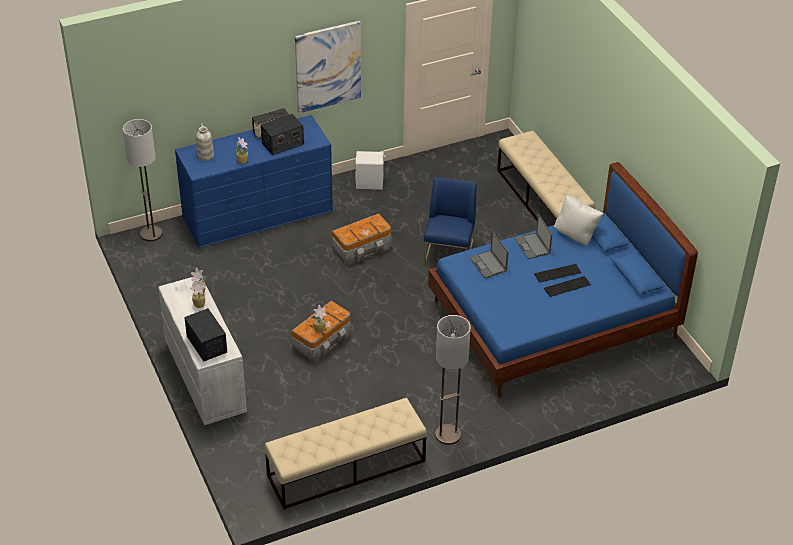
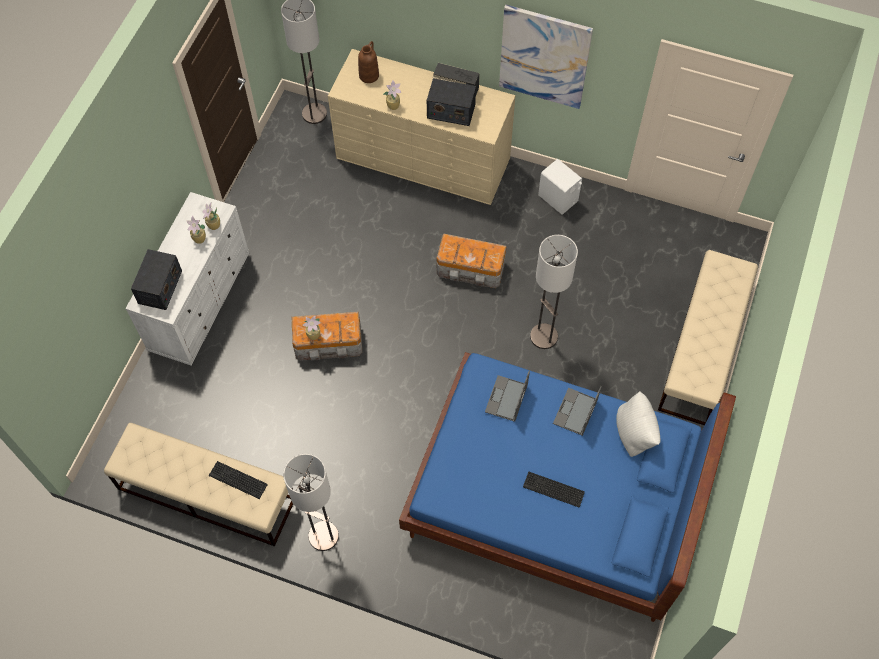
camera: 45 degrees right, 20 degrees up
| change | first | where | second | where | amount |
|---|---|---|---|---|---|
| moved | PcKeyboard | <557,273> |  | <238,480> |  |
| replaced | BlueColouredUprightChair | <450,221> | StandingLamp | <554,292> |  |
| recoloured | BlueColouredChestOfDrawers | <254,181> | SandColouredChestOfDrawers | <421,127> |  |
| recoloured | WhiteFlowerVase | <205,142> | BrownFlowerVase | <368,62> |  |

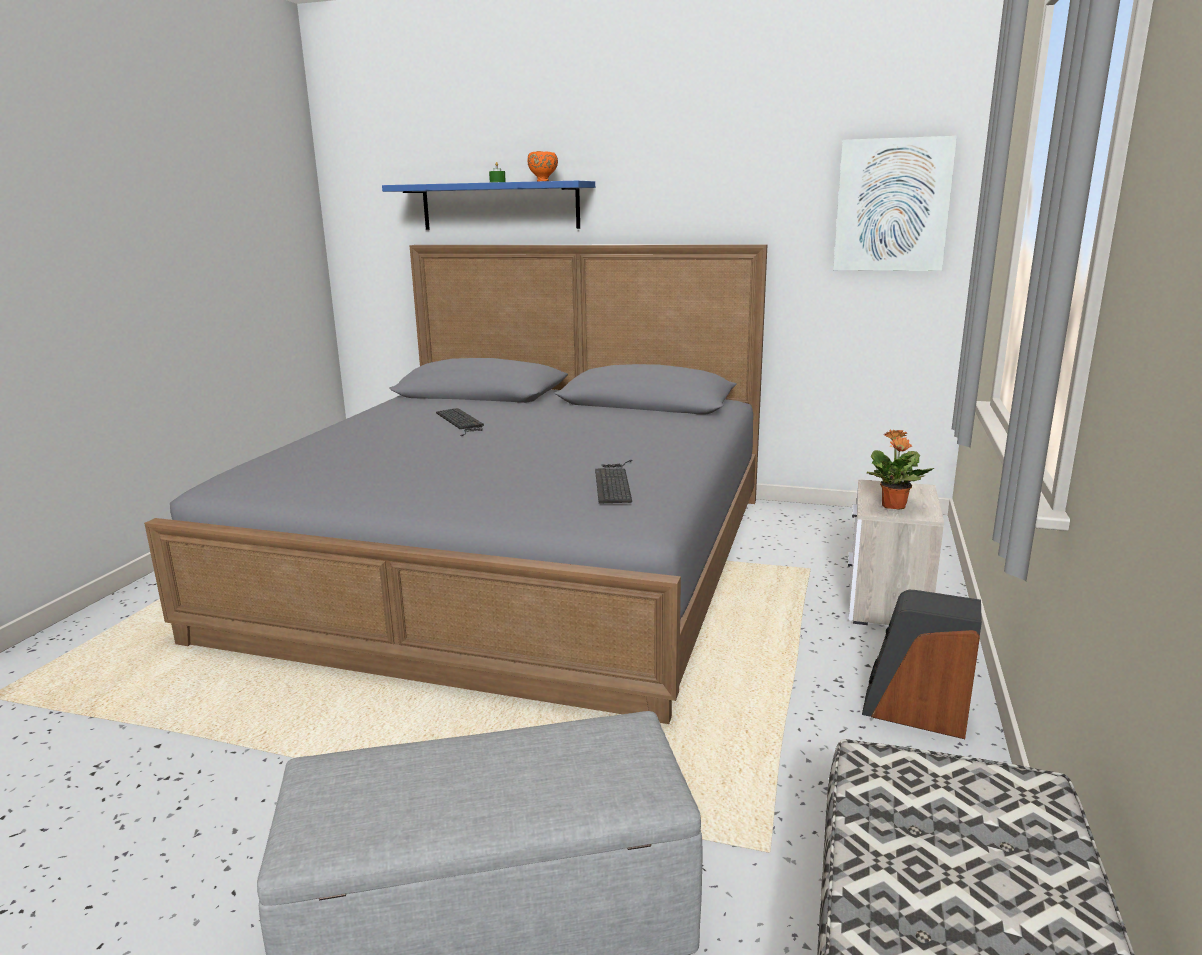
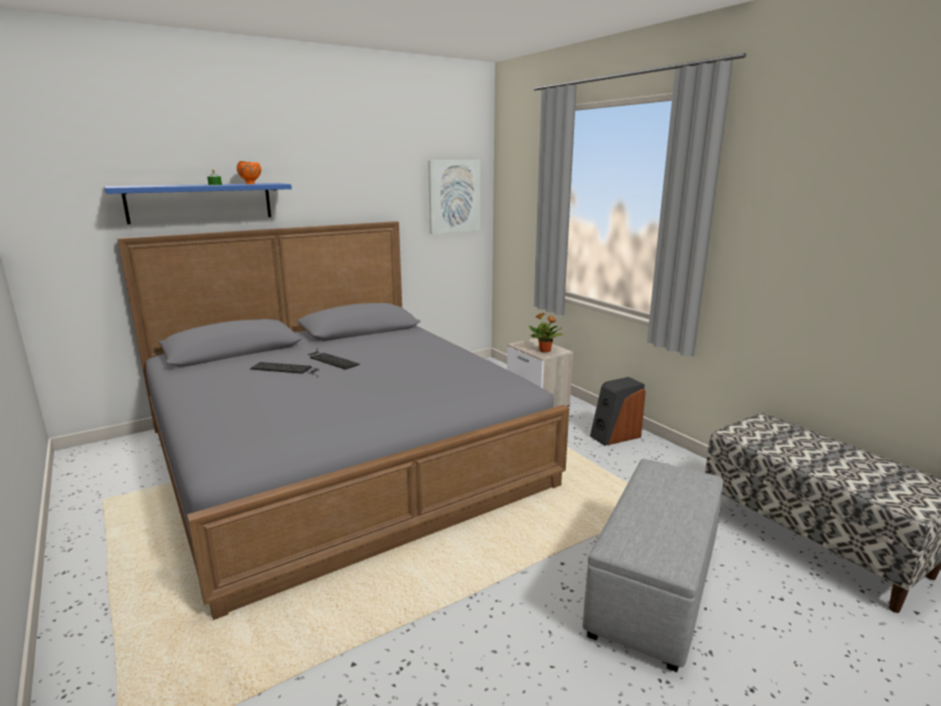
camera: 50 degrees left, 0 degrees up
| change | first | where | second | where | amount |
|---|---|---|---|---|---|
| moved | PcKeyboard | <614,482> |  | <333,359> |  |

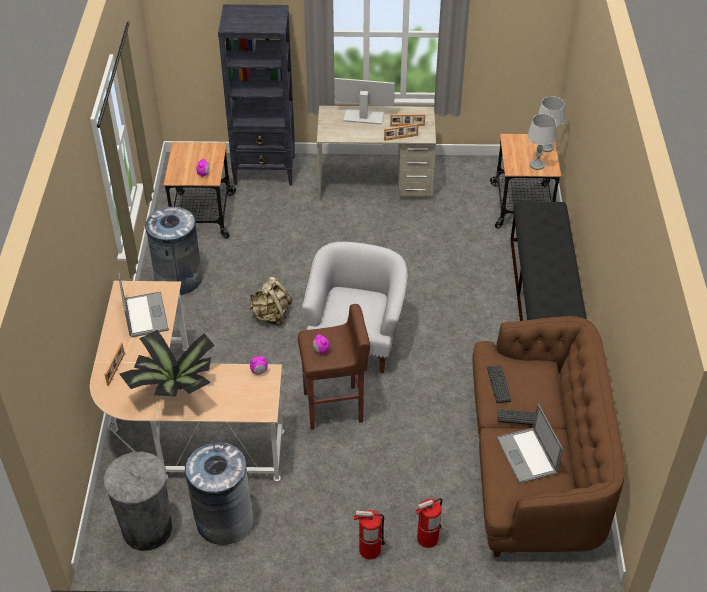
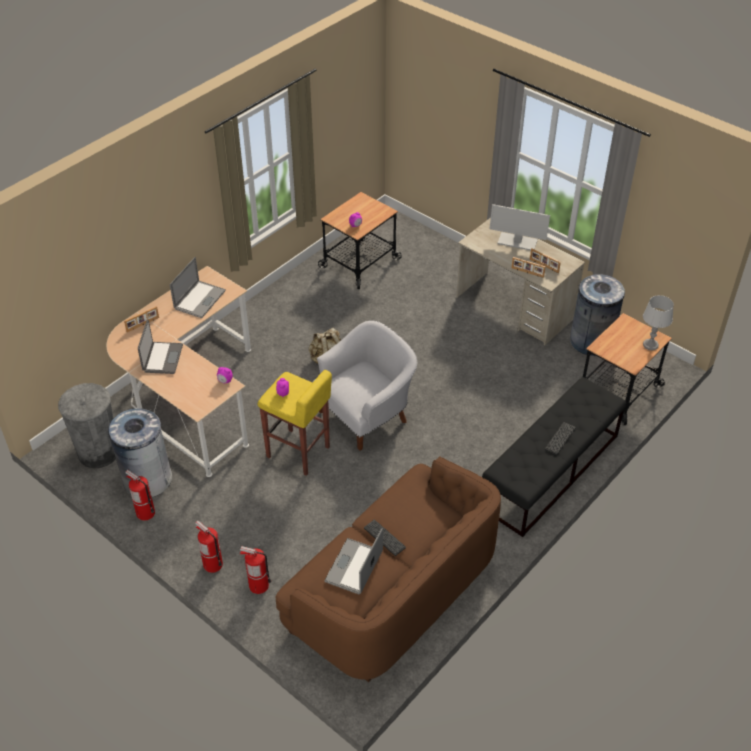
camera: 40 degrees right, 0 degrees up
| change | first | where | second | where | amount |
|---|---|---|---|---|---|
| removed | BlackColouredShelvingUnit | <256,94> |  |  |  |
| removed | GreyishTableLamp | <541,142> |  |  |  |
| added |  |  | Extinguisher | <140,495> |  |
| moved | GreyishRubbishBin | <174,251> |  | <597,315> |  |
| moved | PcKeyboard | <499,384> |  | <560,438> |  |
| replaced | PottedPlant | <167,363> | NotebookComputer | <160,347> |  |
| recoloured | BrownStoolSeat | <334,367> | YellowColouredStoolSeat | <294,423> |  |
| turned | Monitor | <364,101> |  | <519,227> | 150 degrees clockwise |

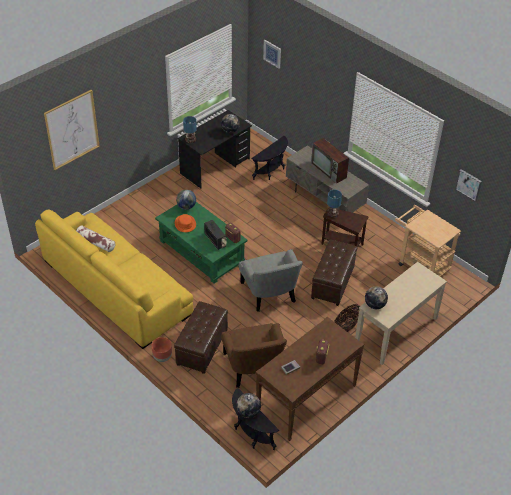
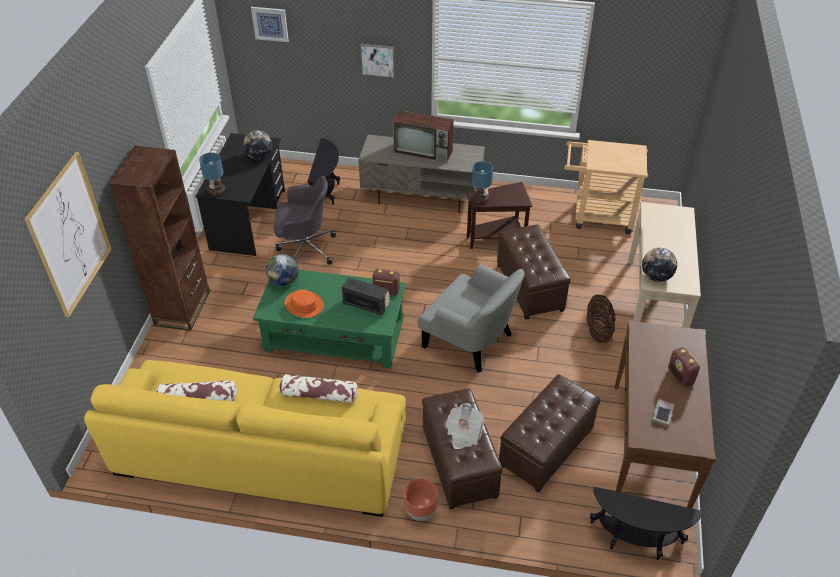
camera: 35 degrees left, 0 degrees up
| change | first | where | second | where | amount |
|---|---|---|---|---|---|
| removed | WorldGlobe | <248,405> |  |  |  |
| added |  |  | BrownShelvingUnit | <159,238> |  |
| added |  |  | GreyishComputerChair | <305,220> |  |
| added |  |  | ThrowPillow | <319,388> |  |
| added |  |  | Newspaper | <465,426> |  |
| moved | WallArt | <468,185> |  | <377,61> |  |
| replaced | BrownEasyChair | <254,355> | BrownOttoman | <549,433> |  |

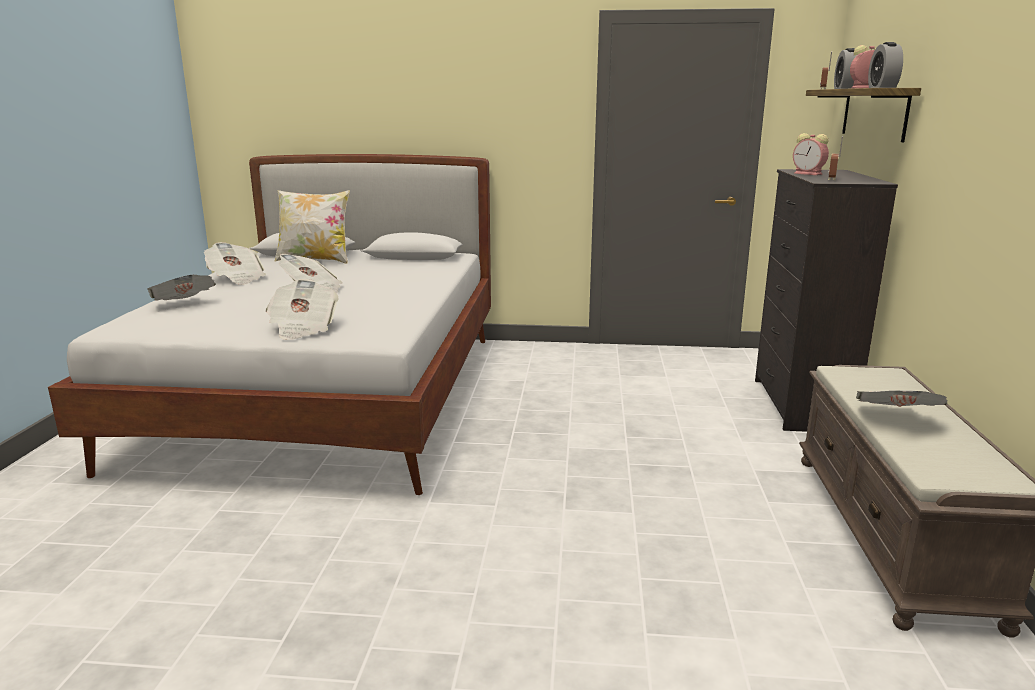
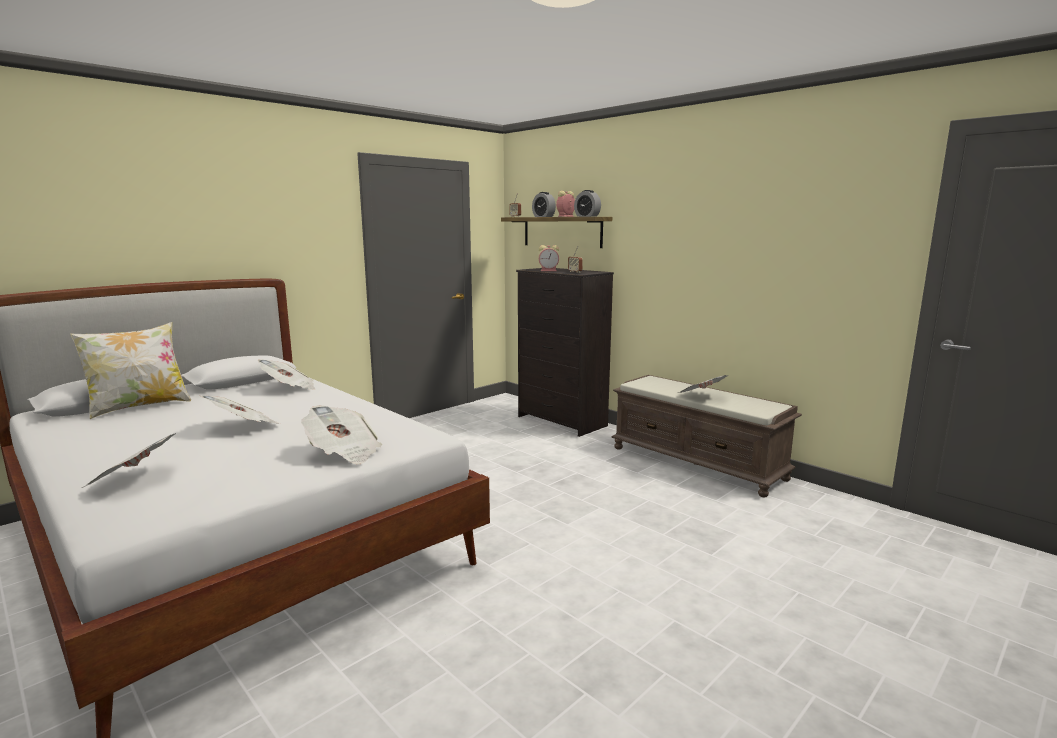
camera: 50 degrees left, 5 degrees down
| change | first | where | second | where | amount |
|---|---|---|---|---|---|
| moved | Newspaper | <235,263> |  | <286,374> |  |

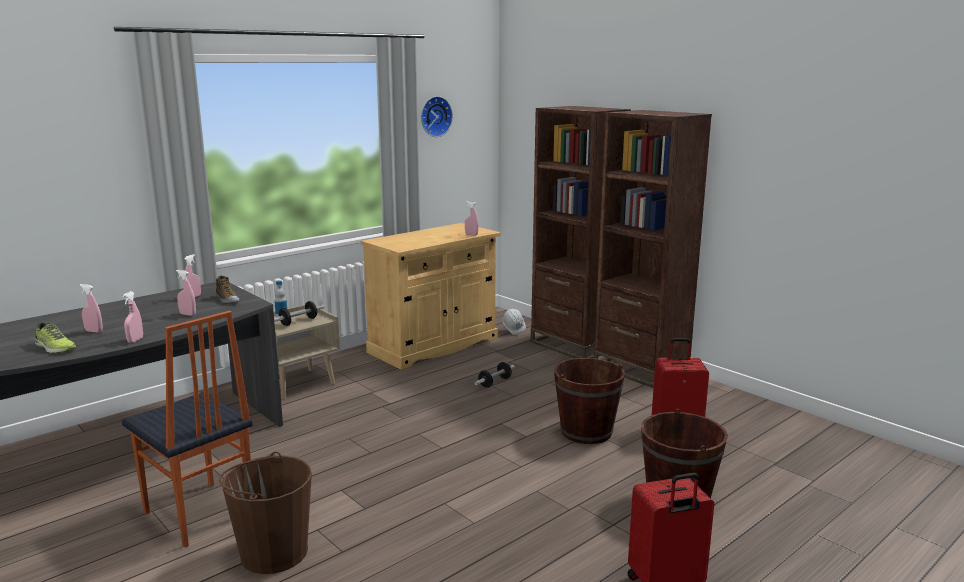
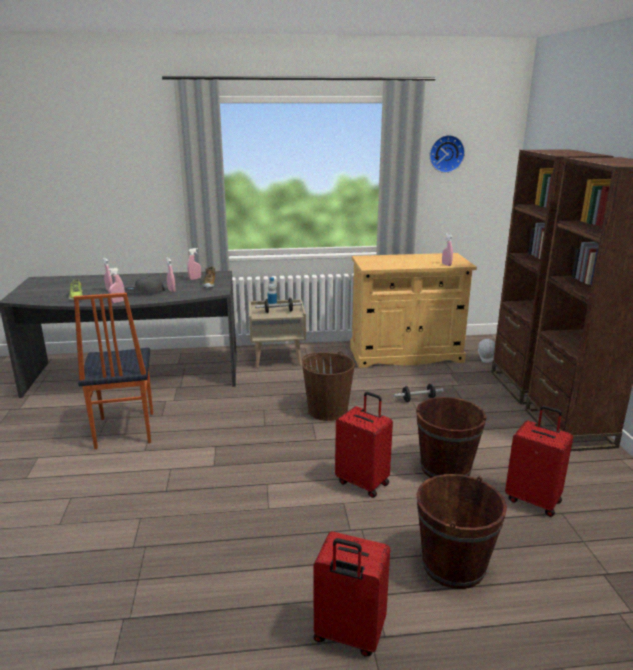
camera: 35 degrees right, 5 degrees up
| change | first | where | second | where | amount |
|---|---|---|---|---|---|
| added |  |  | GreyishBaseballCap | <144,284> |  |
| added |  |  | ReddishTravelCase | <364,445> |  |
| moved | BrownWaterBucket | <265,513> |  | <328,386> |  |

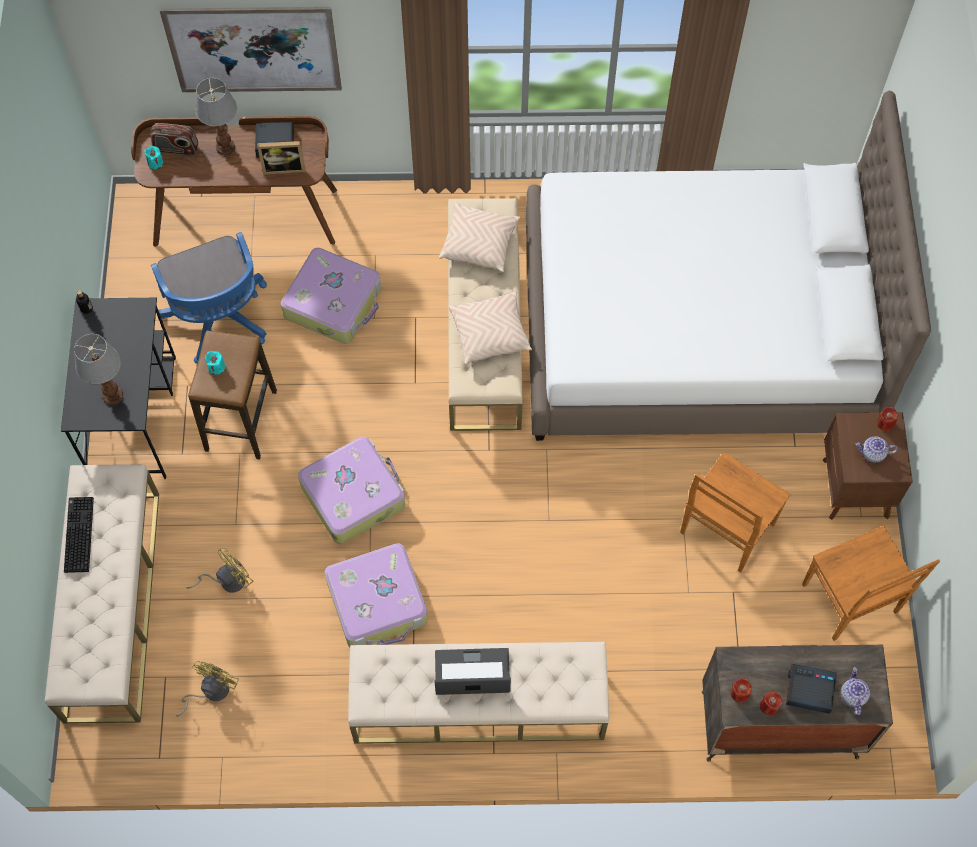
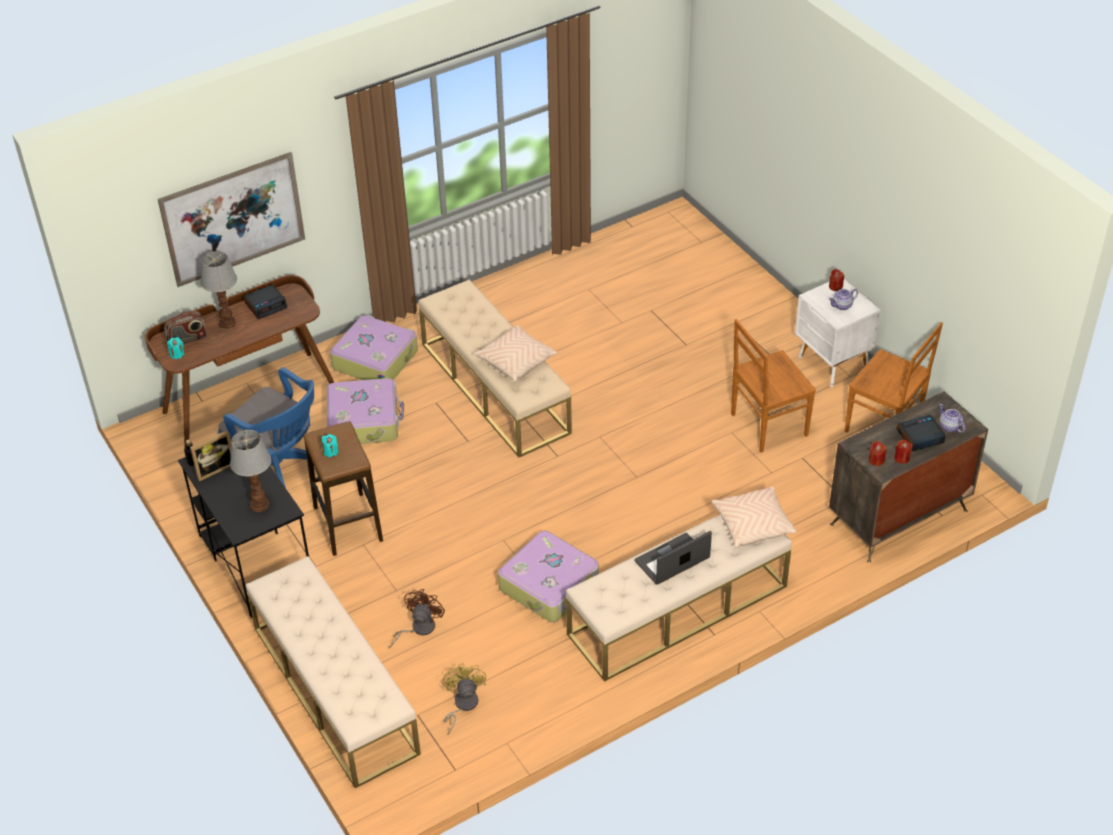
camera: 30 degrees left, 20 degrees down
| change | first | where | second | where | amount |
|---|---|---|---|---|---|
| removed | PcKeyboard | <79,535> |  |  |  |
| removed | WhiteBed | <728,265> |  |  |  |
| moved | StandingFrame | <281,158> |  | <210,455> |  |
| moved | TravelCase | <351,490> |  | <374,347> |  |
| moved | SandColouredThrowPillow | <479,237> |  | <754,517> |  |
| recoloured | YellowColouredFan | <220,570> | BrownFan | <417,618> |  |
| recoloured | BrownNightTable | <867,466> | WhiteNightTable | <838,333> |  |
| turned | BrownUprightChair | <735,512> |  | <773,386> | 60 degrees clockwise |

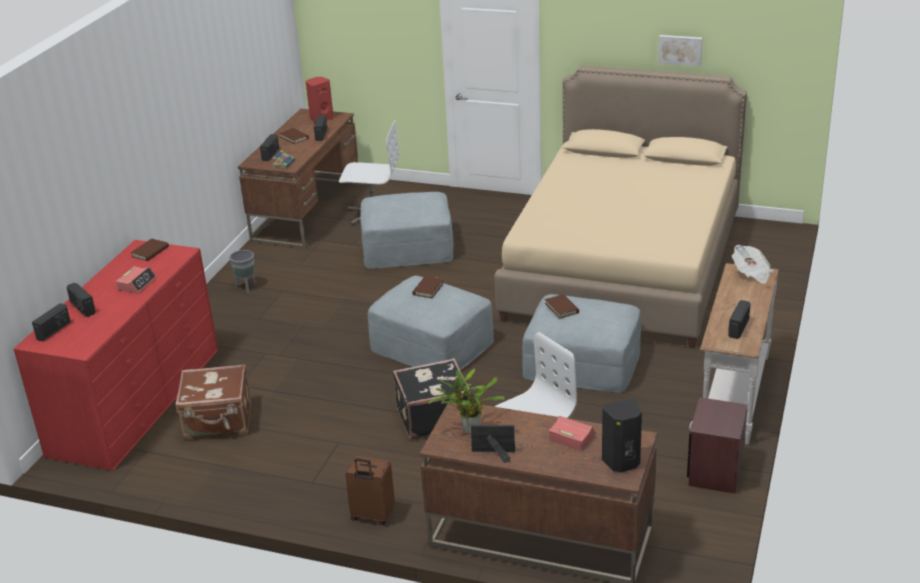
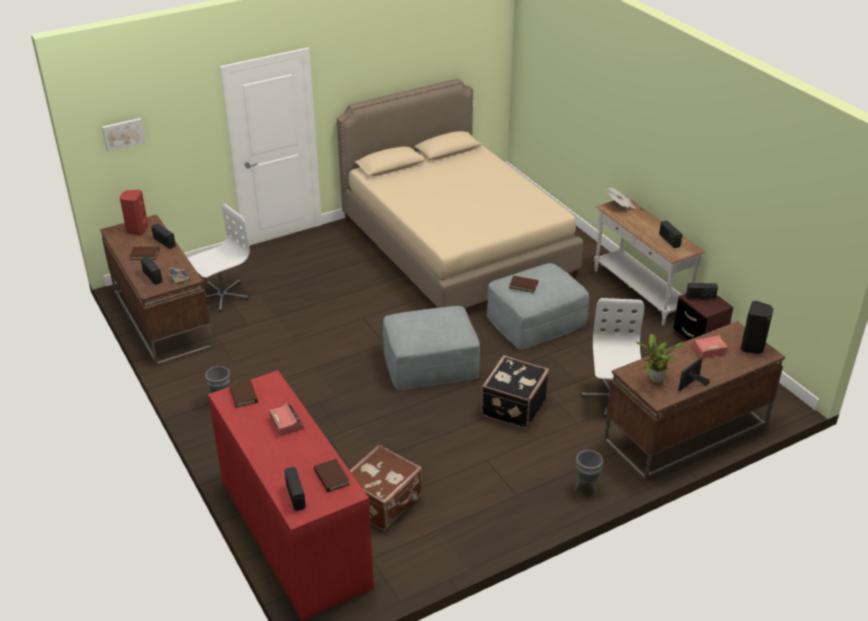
camera: 50 degrees left, 5 degrees up
| change | first | where | second | where | amount |
|---|---|---|---|---|---|
| removed | GreyishOttoman | <407,230> |  |  |  |
| moved | Radio | <81,300> |  | <702,291> |  |
| moved | BrownVolume | <428,287> |  | <332,475> |  |
| moved | WallArt | <680,50> |  | <124,135> |  |
| replaced | BrownTravelCase | <370,490> | GreyishPlanter | <588,472> |  |

